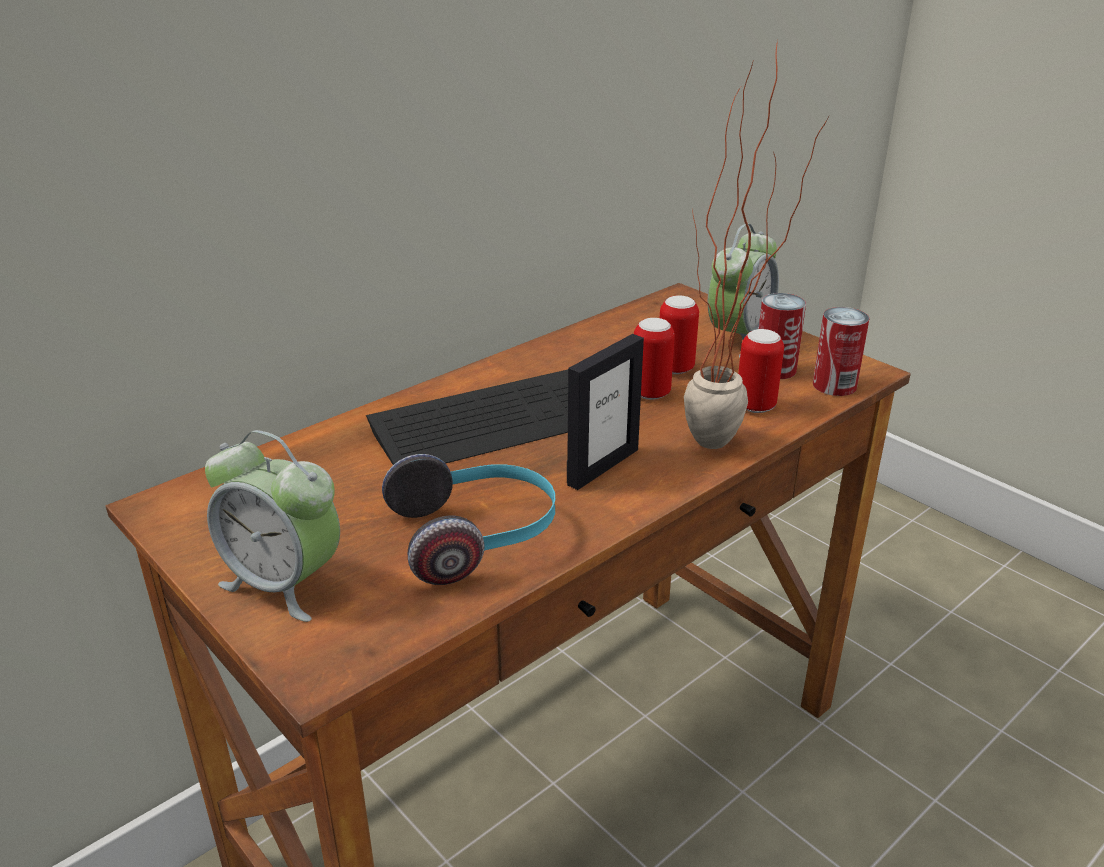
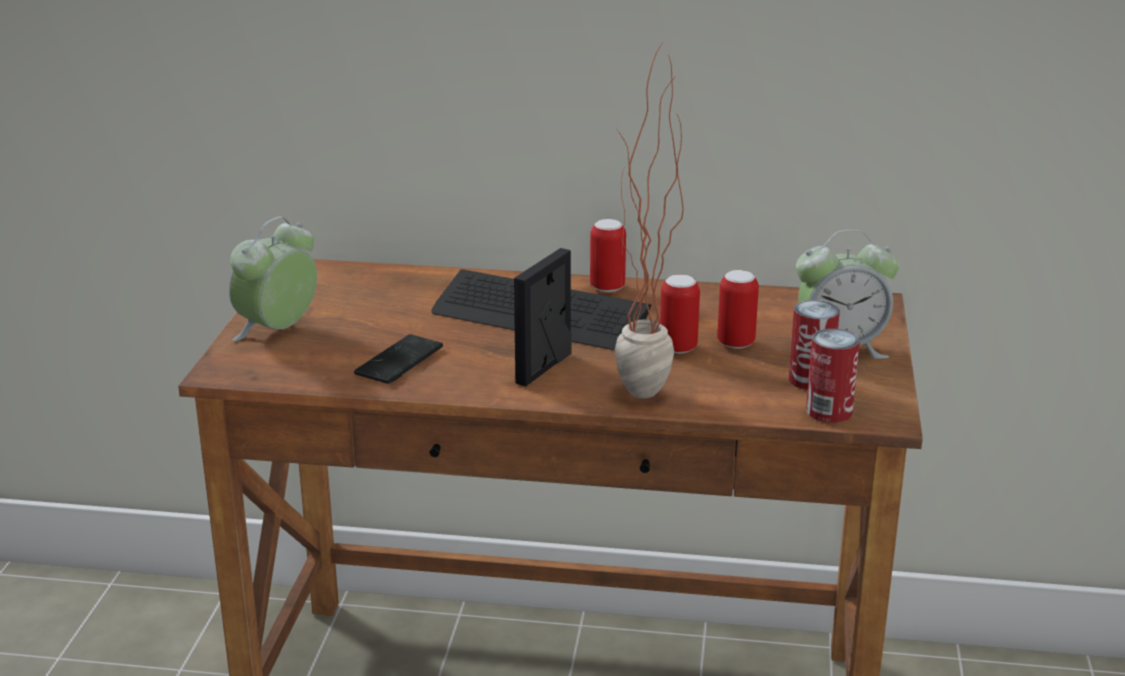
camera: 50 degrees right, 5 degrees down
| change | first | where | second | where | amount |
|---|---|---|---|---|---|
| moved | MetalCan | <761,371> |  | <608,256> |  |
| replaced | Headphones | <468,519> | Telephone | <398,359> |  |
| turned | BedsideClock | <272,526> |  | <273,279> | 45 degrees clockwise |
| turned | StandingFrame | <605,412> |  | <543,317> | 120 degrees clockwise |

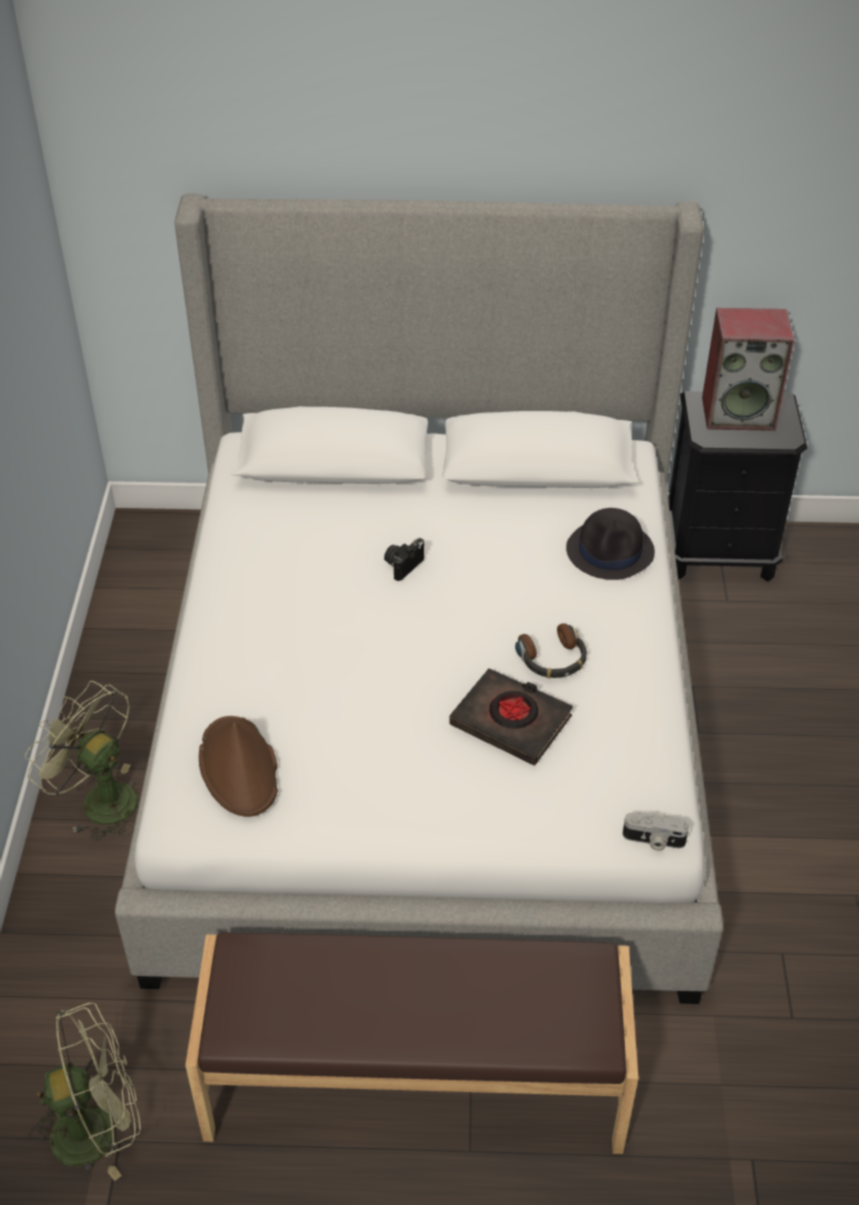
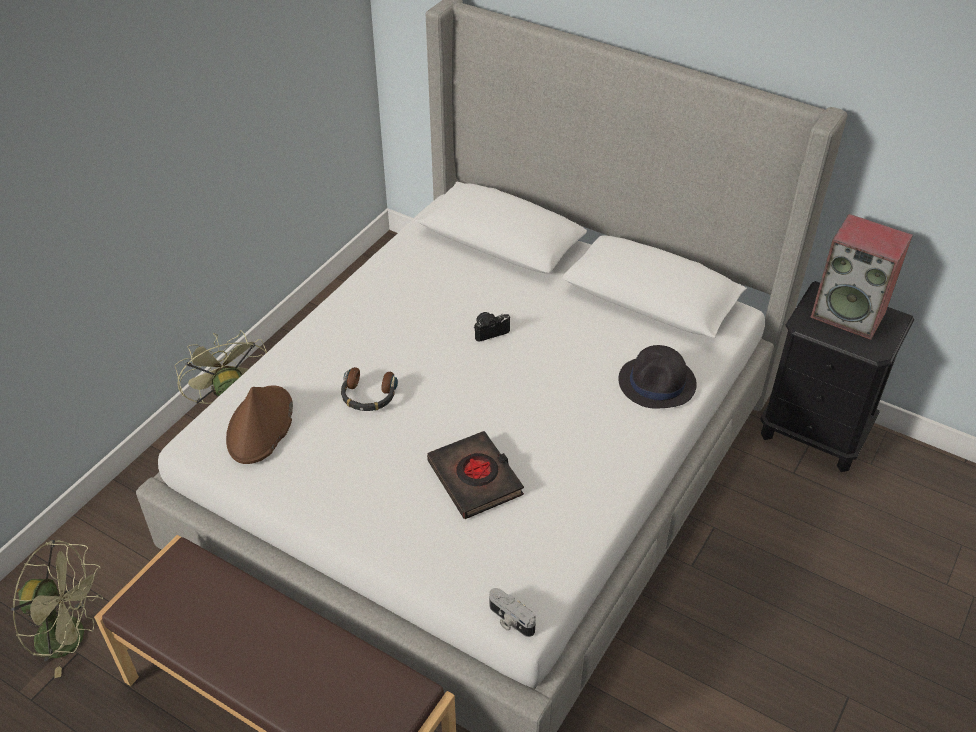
camera: 30 degrees right, 0 degrees up
| change | first | where | second | where | amount |
|---|---|---|---|---|---|
| moved | Headphones | <551,650> |  | <369,389> |  |

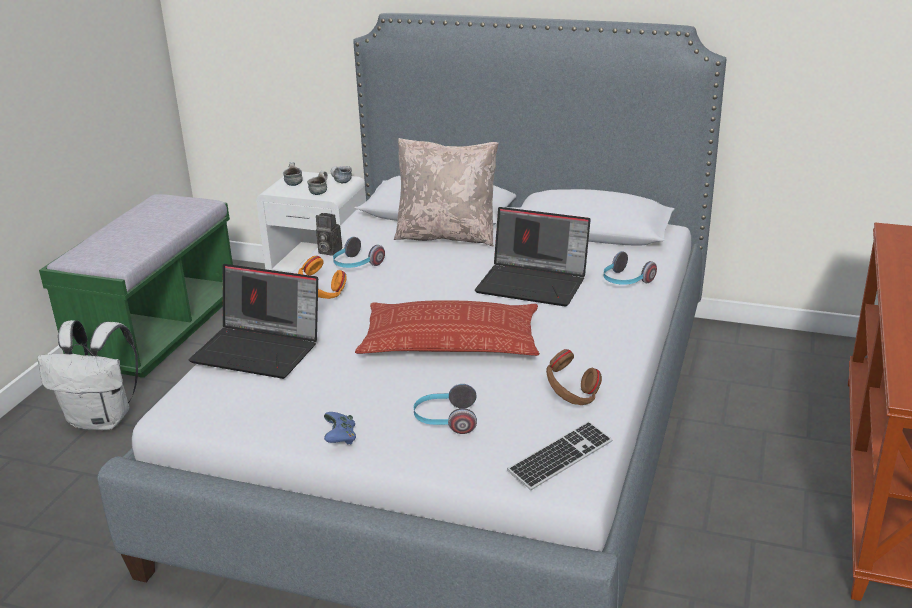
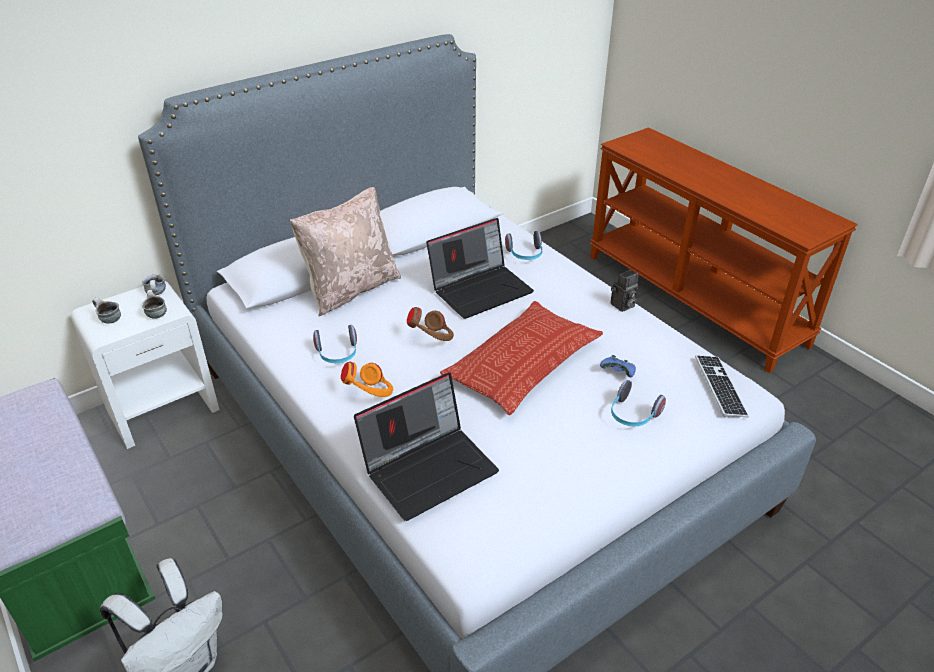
camera: 55 degrees left, 10 degrees up
| change | first | where | second | where | amount |
|---|---|---|---|---|---|
| moved | PhotoCamera | <329,234> |  | <625,291> |  |
| moved | BlueColouredJoypad | <340,428> |  | <618,366> |  |
| moved | BrownHeadphones | <574,377> |  | <430,324> |  |

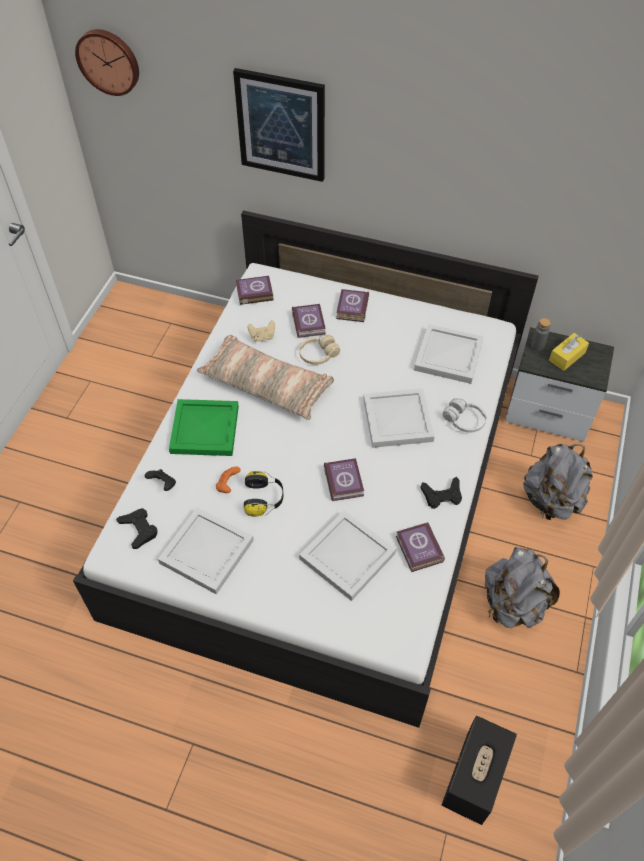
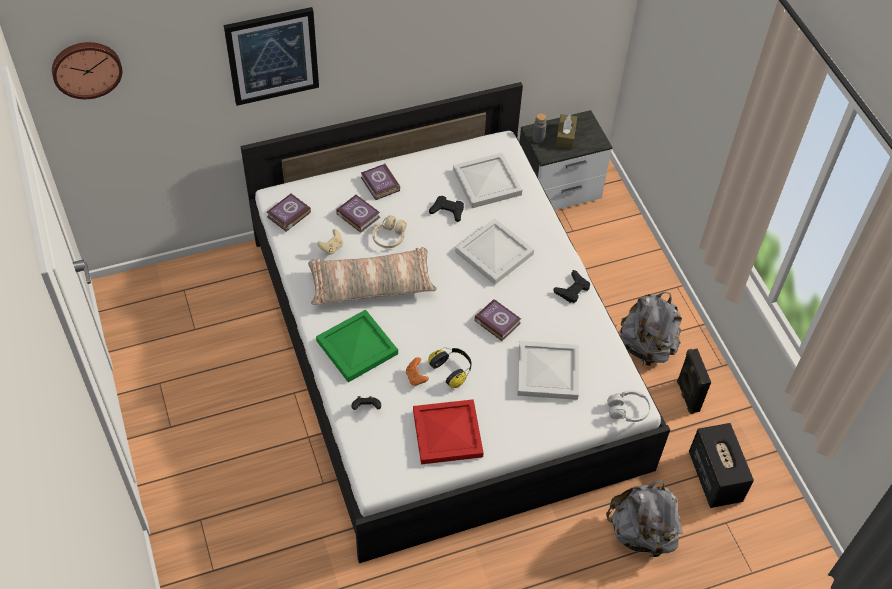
camera: 40 degrees left, 0 degrees up
| change | first | where | second | where | amount |
|---|---|---|---|---|---|
| removed | Volume | <420,547> |  |  |  |
| added |  |  | BlackColouredSpeaker | <694,381> |  |
| moved | BlackColouredJoypad | <136,528> |  | <446,209> |  |
| moved | WhiteHeadphones | <464,415> |  | <628,406> |  |
| moved | GreyishBackpack | <558,482> |  | <644,519> |  |
| recoloured | WhiteCarryingTray | <206,551> | ReddishCarryingTray | <448,431> |  |
| recoloured | YellowColouredBoxOfTissues | <569,352> | BrownBoxOfTissues | <566,131> |  |

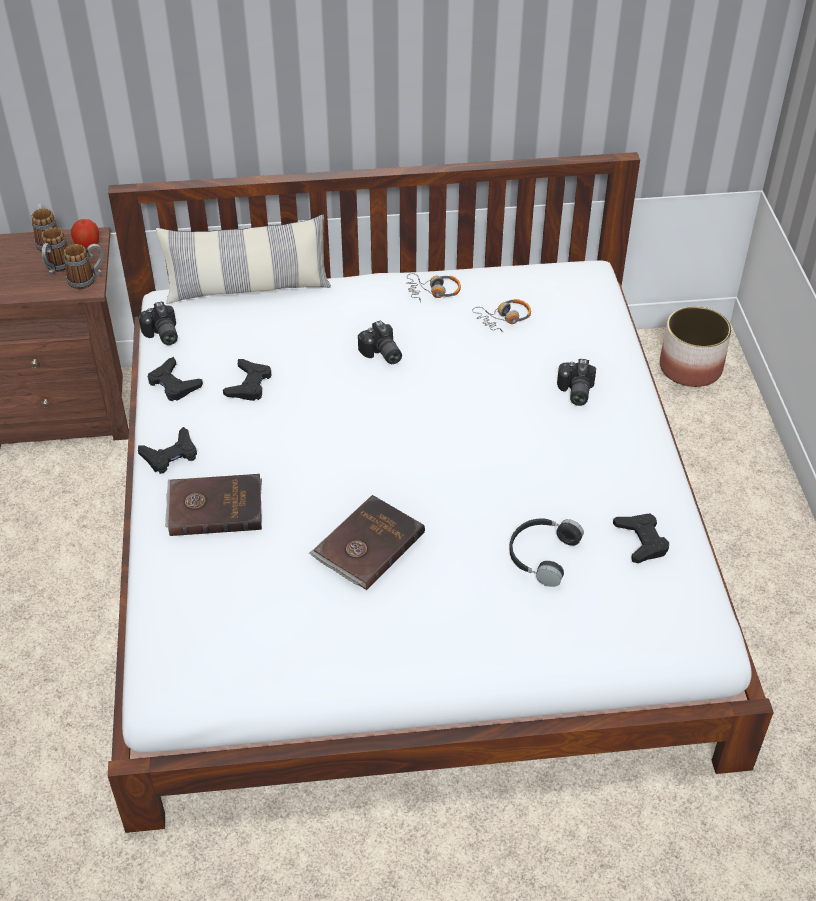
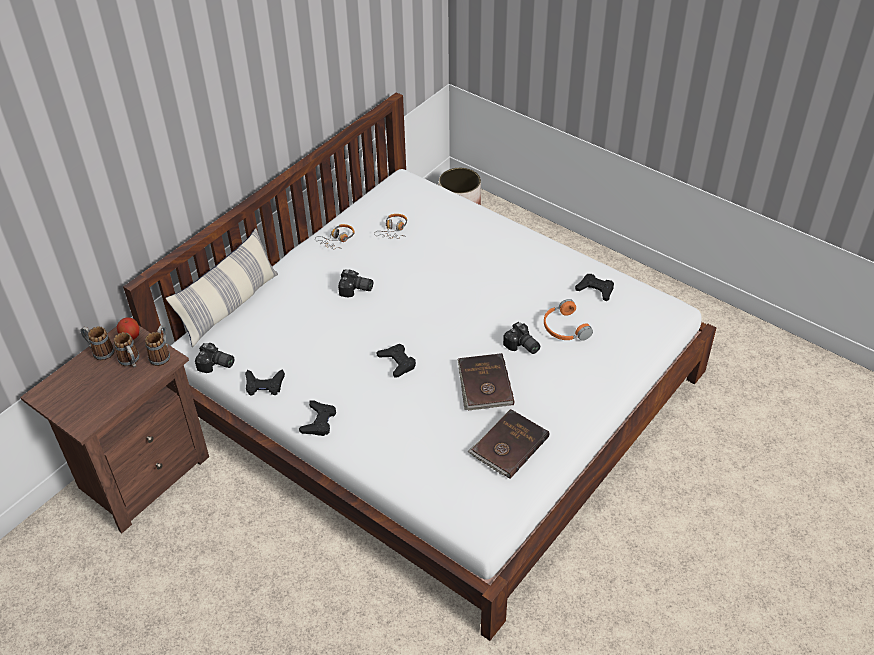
camera: 45 degrees left, 0 degrees up
| change | first | where | second | where | amount |
|---|---|---|---|---|---|
| moved | BrownVolume | <213,505> |  | <508,444> |  |
| moved | BlackColouredJoypad | <247,380> |  | <396,360> |  |
| moved | PhotoCamera | <576,382> |  | <521,338> |  |
| recoloured | BlackColouredHeadphones | <546,552> | OrangeHeadphones | <568,320> |  |

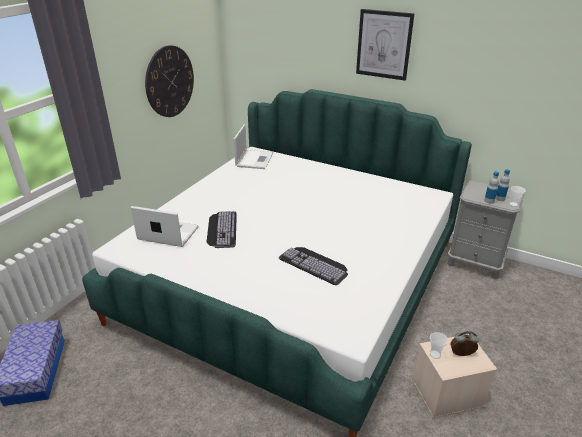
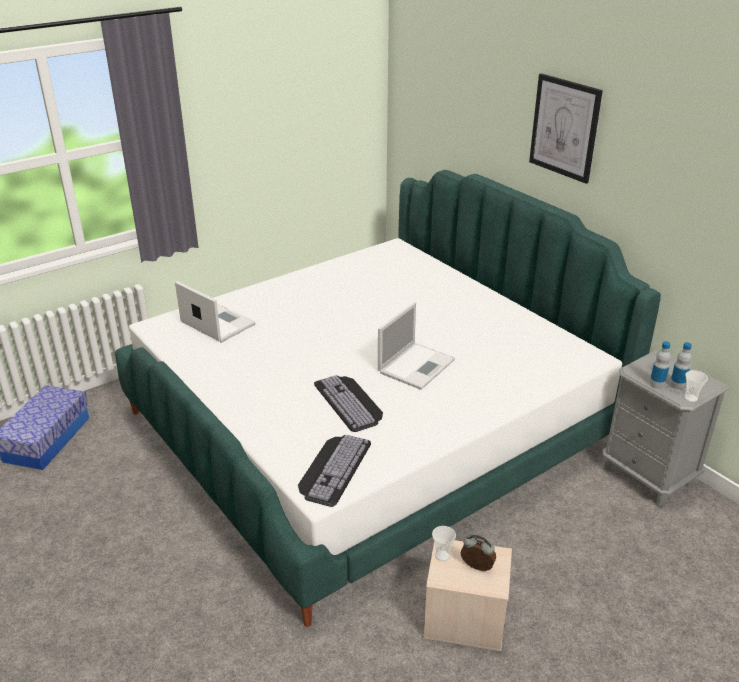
camera: 25 degrees right, 0 degrees up
| change | first | where | second | where | amount |
|---|---|---|---|---|---|
| removed | ClockOnTheWall | <169,81> |  |  |  |
| moved | PcKeyboard | <221,229> |  | <334,471> |  |
| moved | NotebookComputer | <253,146> |  | <416,346> |  |

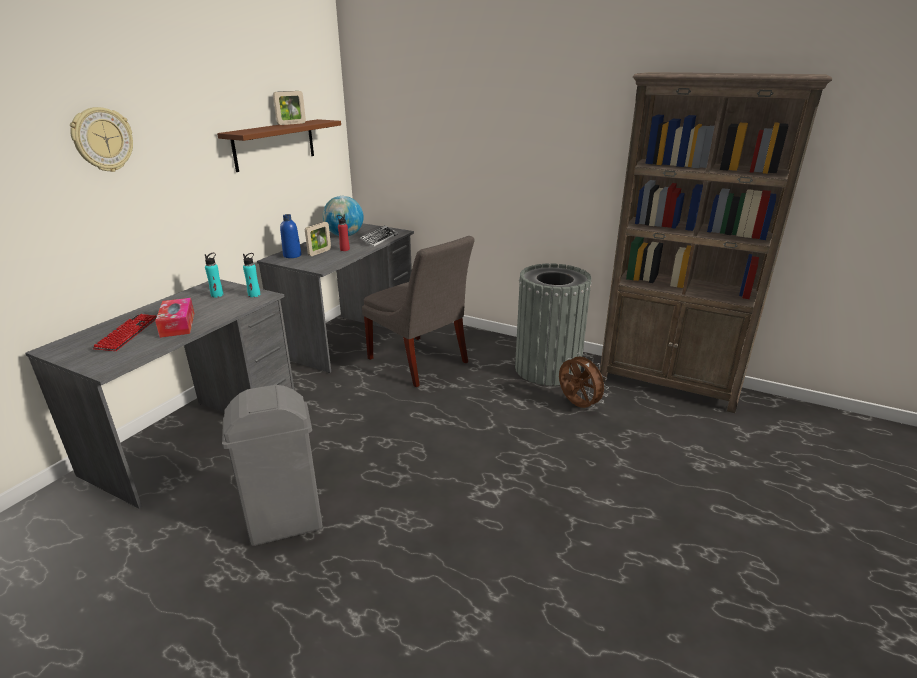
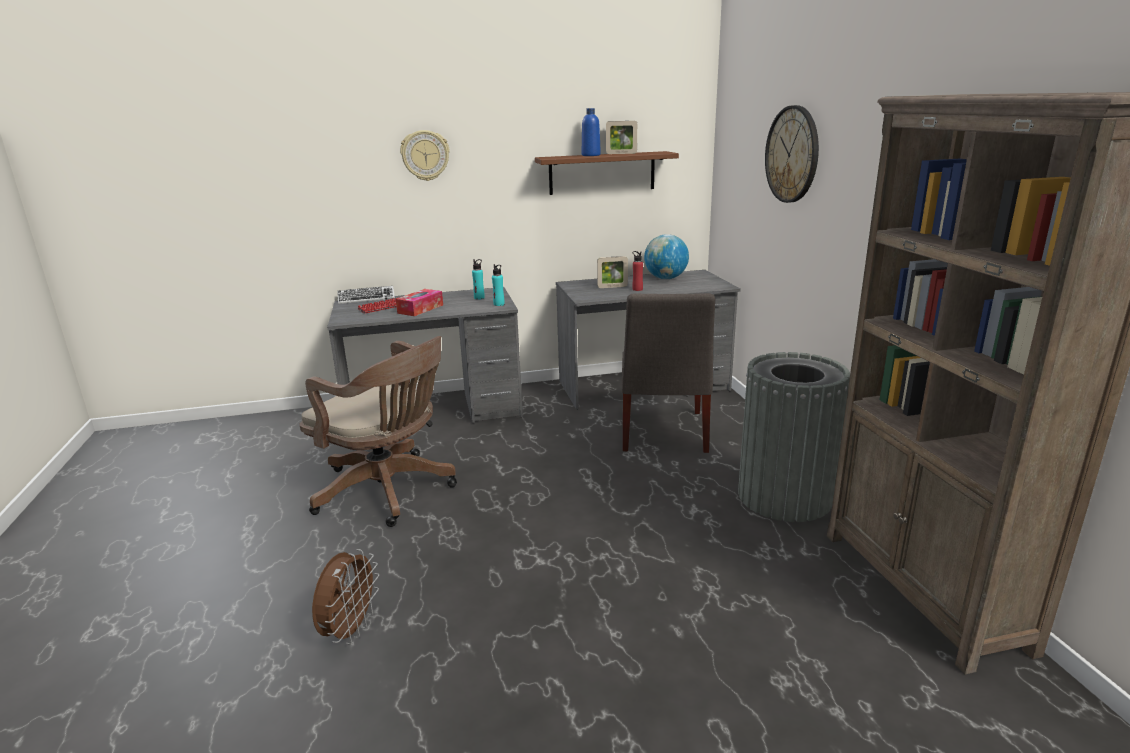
camera: 50 degrees right, 5 degrees down
| change | first | where | second | where | amount |
|---|---|---|---|---|---|
| added |  |  | ClockOnTheWall | <792,154> |  |
| moved | BlueColouredDrinkBottle | <290,236> |  | <591,132> |  |
| moved | PcKeyboard | <378,236> |  | <366,295> |  |
| moved | BrownFan | <584,380> |  | <345,596> |  |
| replaced | GreyishRubbishBin | <272,465> | BrownComputerChair | <378,431> |  |

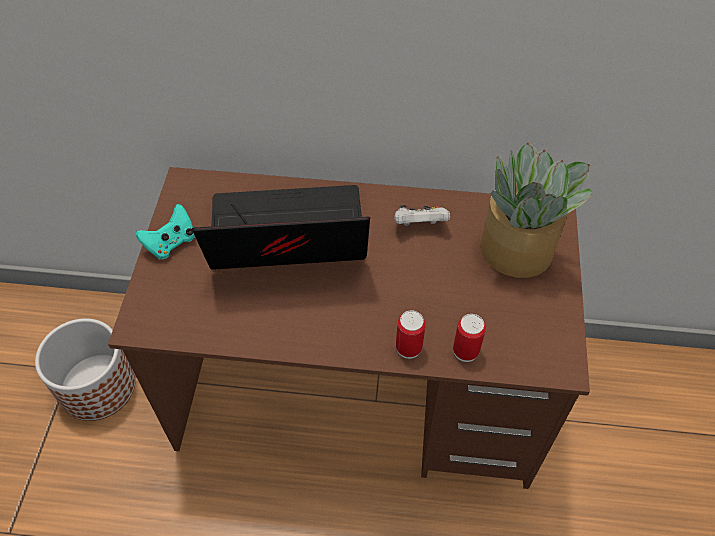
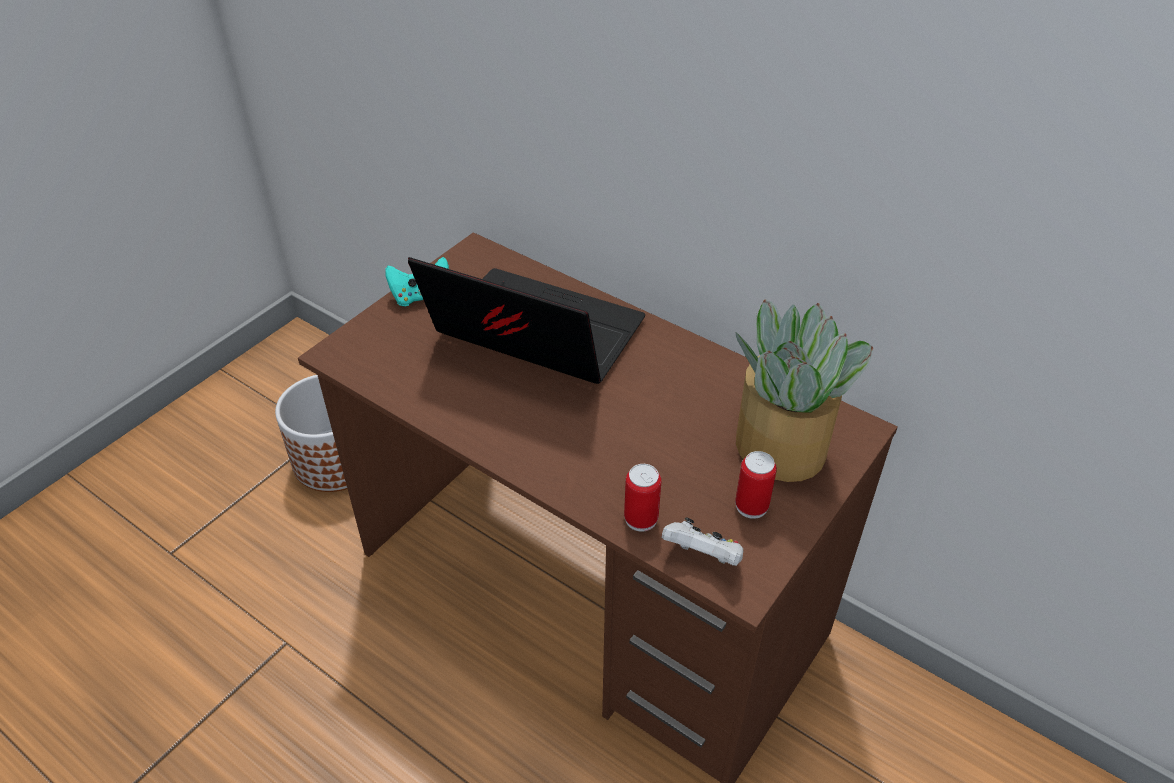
camera: 30 degrees right, 10 degrees down
| change | first | where | second | where | amount |
|---|---|---|---|---|---|
| moved | WhiteJoypad | <422,215> |  | <702,541> |  |
| moved | MetalCan | <411,334> |  | <756,485> |  |

